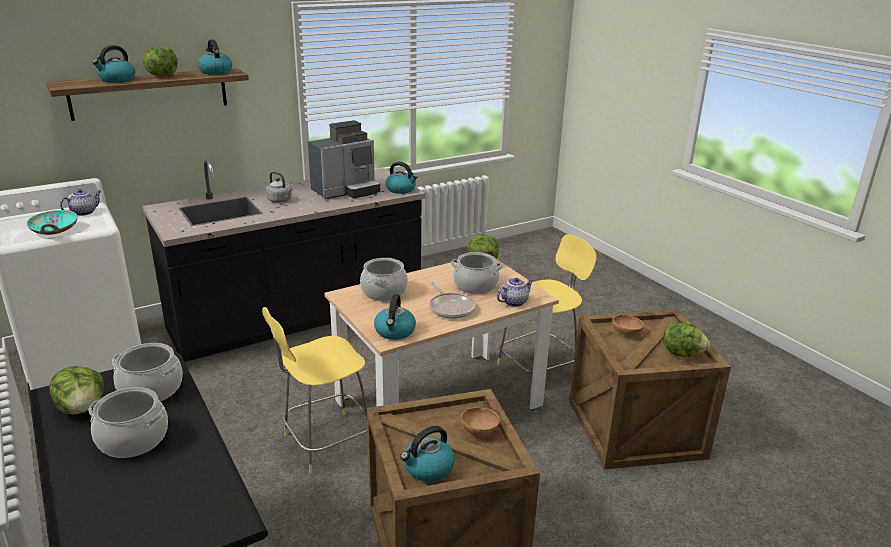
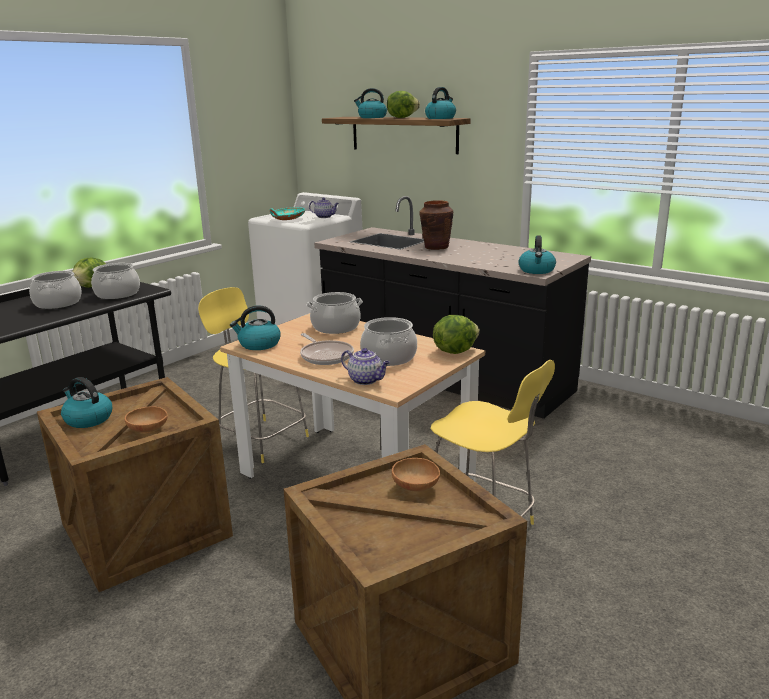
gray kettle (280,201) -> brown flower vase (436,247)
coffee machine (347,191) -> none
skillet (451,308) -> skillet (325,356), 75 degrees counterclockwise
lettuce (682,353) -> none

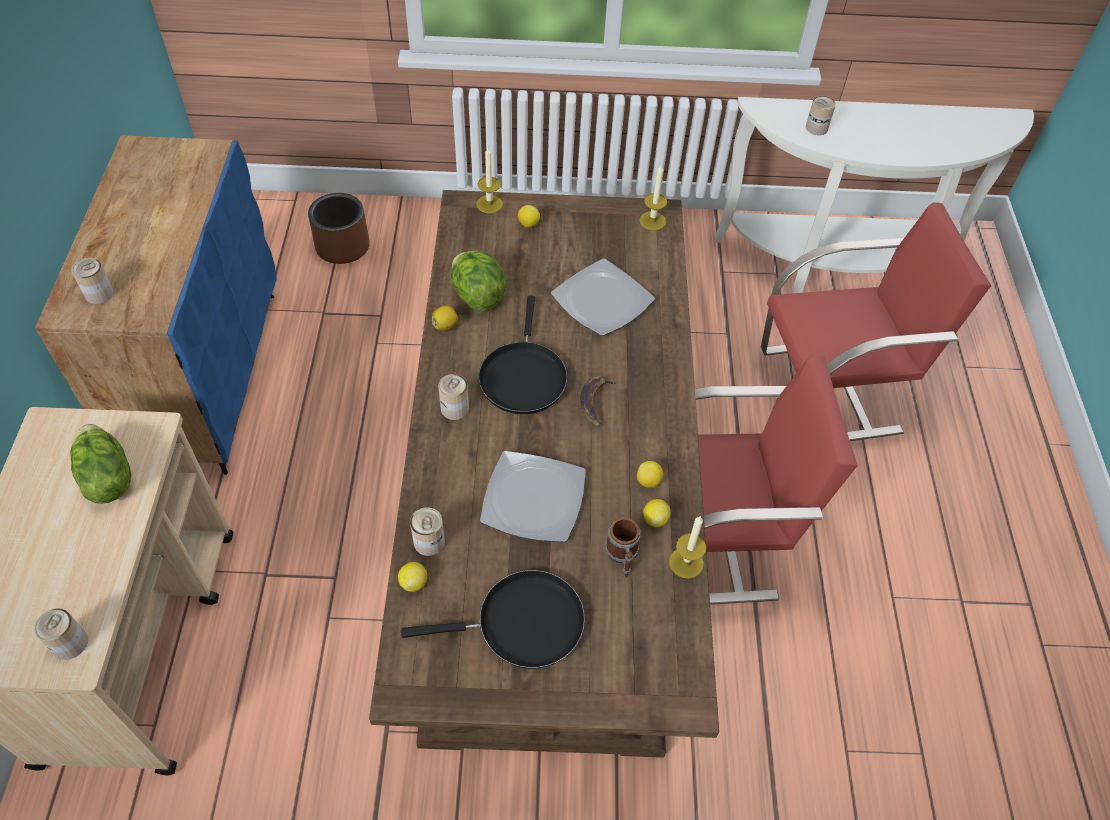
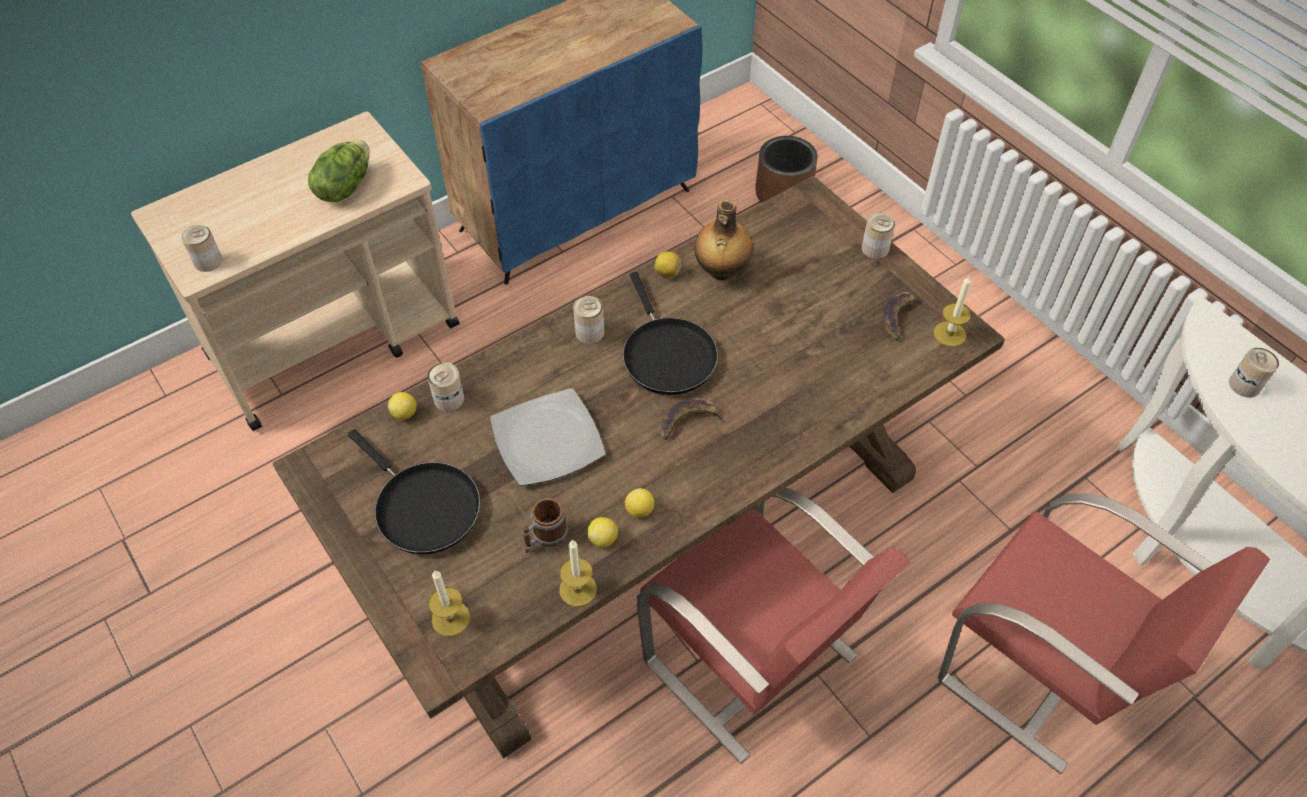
sealed can (99,293) -> sealed can (875,248), move
lettuce (477,295) -> beverage bottle (721,271)
candle (489,204) -> candle (451,618), move
black-coloured skillet (523,376) -> black-coloured skillet (666,354), 75 degrees counterclockwise
lemon (528,224) -> none
flat dish (601,300) -> none
none -> whole banana (899,317)

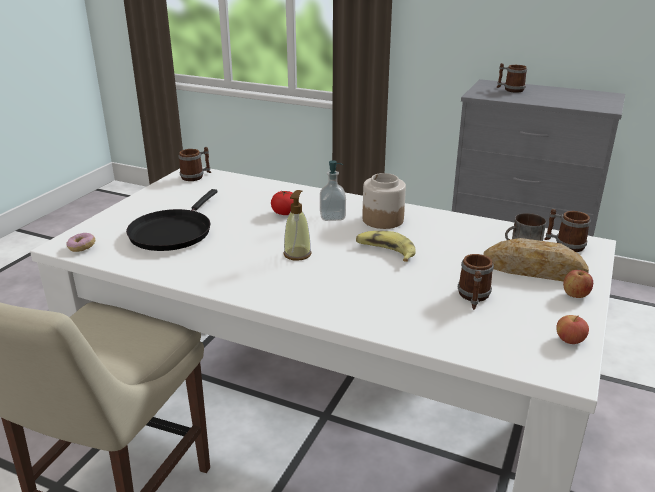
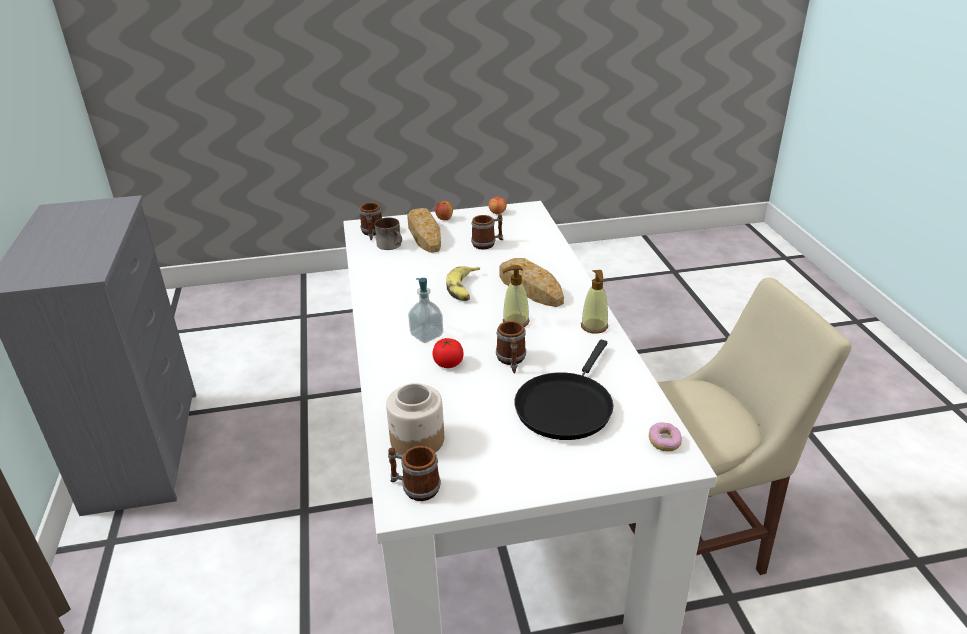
black-coloured skillet (173,232) -> black-coloured skillet (565,406), 135 degrees clockwise
preserve jar (382,220) -> preserve jar (417,440), move
tea mug (510,89) -> tea mug (511,361), move
none -> bakery bread (529,288)
none -> soap dispenser (594,326)

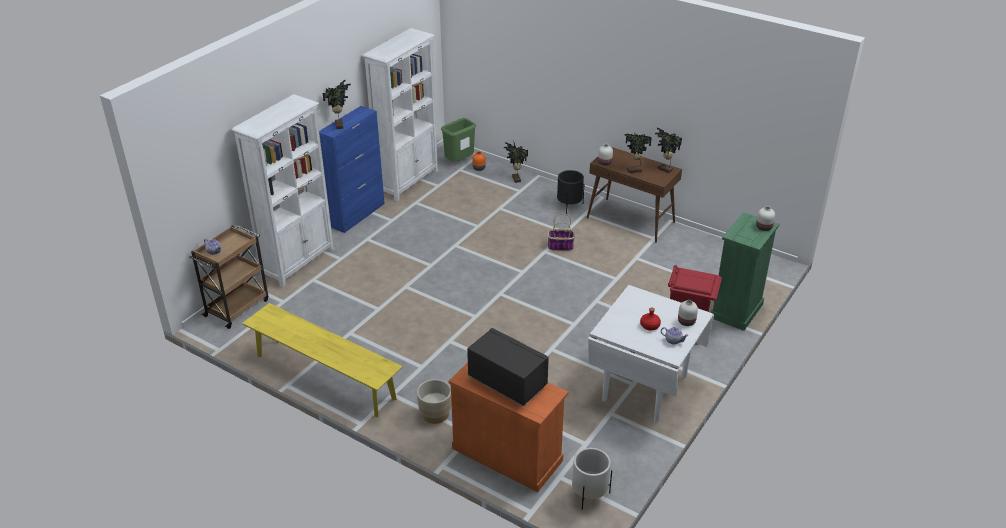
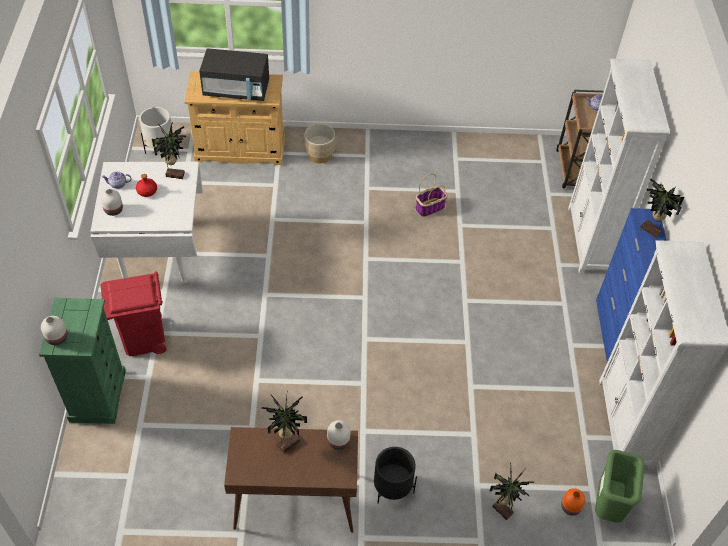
yellowish long seat (325,377) -> none
orange-coloured cupboard (507,454) -> sand-coloured cupboard (240,149)
storage basket (560,246) -> storage basket (430,207), move
plant in a pot (664,170) -> plant in a pot (175,174), move

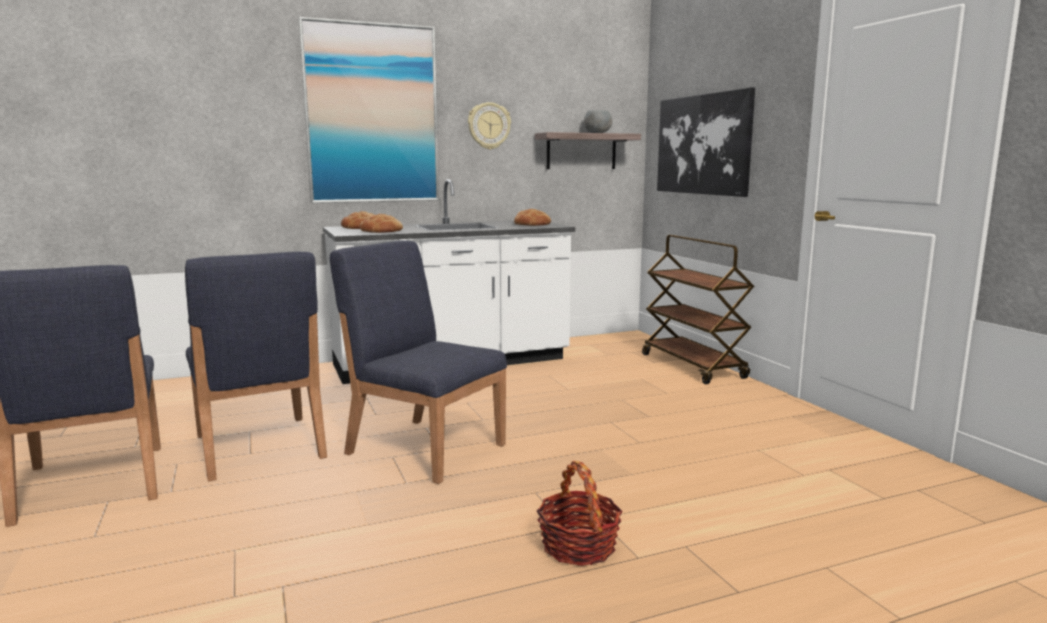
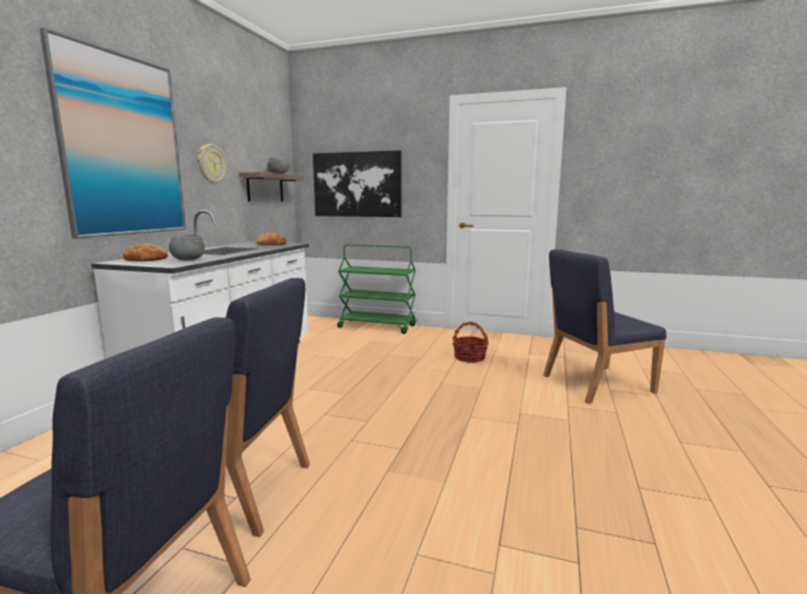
bluish chair (425,448) -> bluish chair (595,384), move
bakery bread (381,231) -> gray deep dish (188,260)
storage basket (579,546) -> storage basket (469,357), move
brown trolley (693,366) -> greenish trolley (377,326)

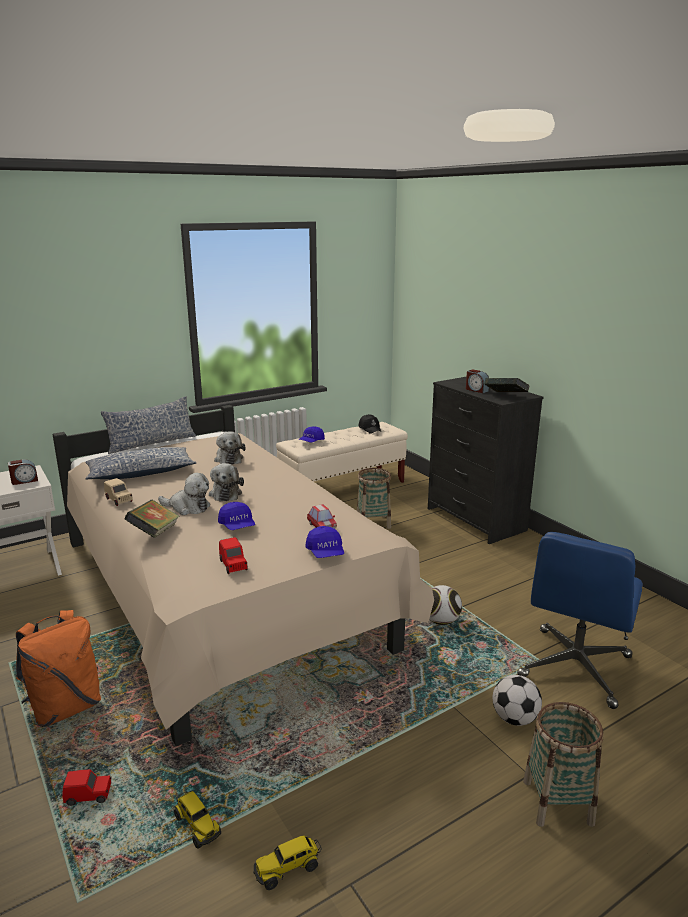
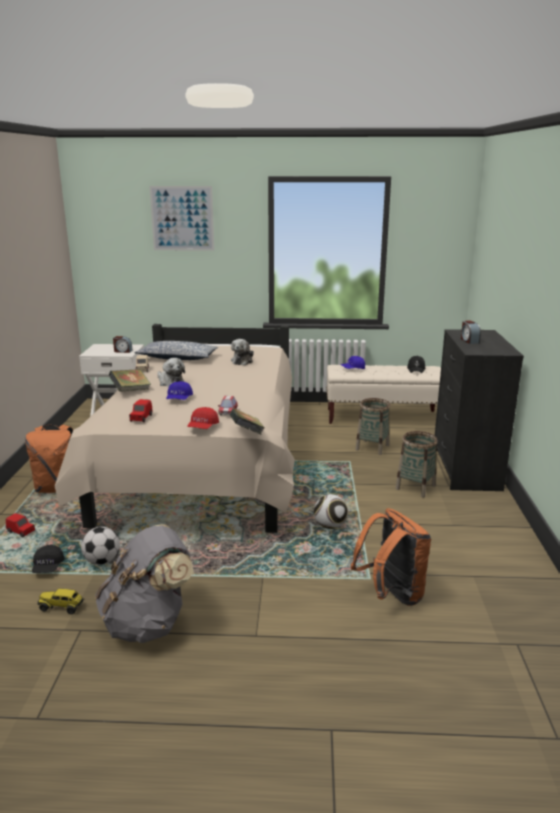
cushion (151,443) -> none
toy lorry (197,825) -> black-coloured peaked cap (48,567)
soft toy (226,493) -> none
bluish peaked cap (325,553) -> red peaked cap (203,427)
bound book (505,396) -> bound book (247,434), move
ball for football (514,718) -> ball for football (102,561), move
bluish computer chair (575,668) -> orange-coloured rucksack (391,594)
storage basket (558,802) -> storage basket (415,487), move
none -> gray rucksack (148,623)
none -> wall art (182,218)

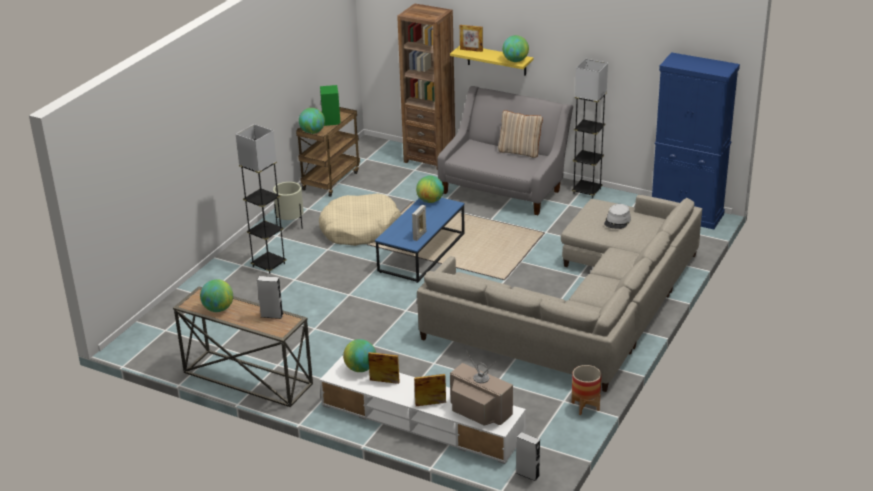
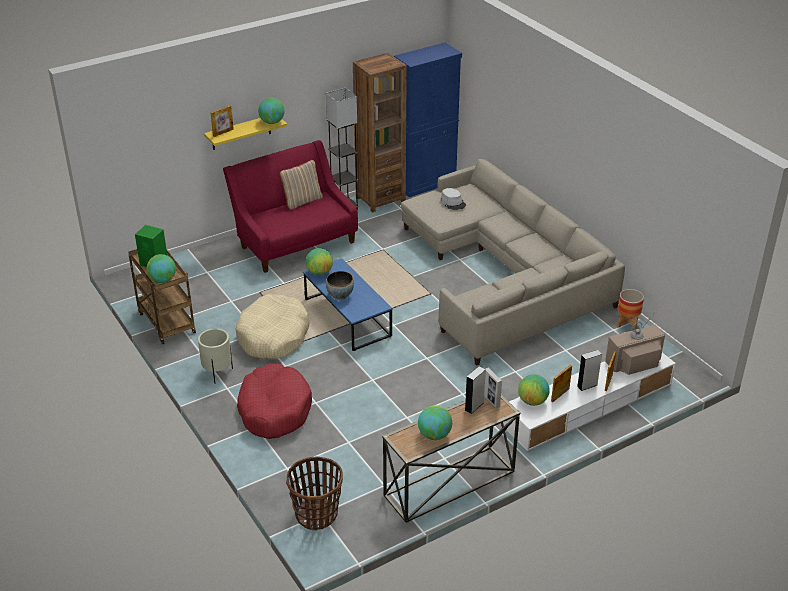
gray standard lamp (269,265) -> red dog cushion (274,409)
brown bookcase (429,159) -> brown bookcase (380,199), move
picture frame (419,235) -> picture frame (491,401), move
gray couch (504,188) -> red couch (294,241)
gray speaker (527,474) -> gray speaker (587,385), move
none -> storage basket (316,514)
none -> deep dish (340,296)

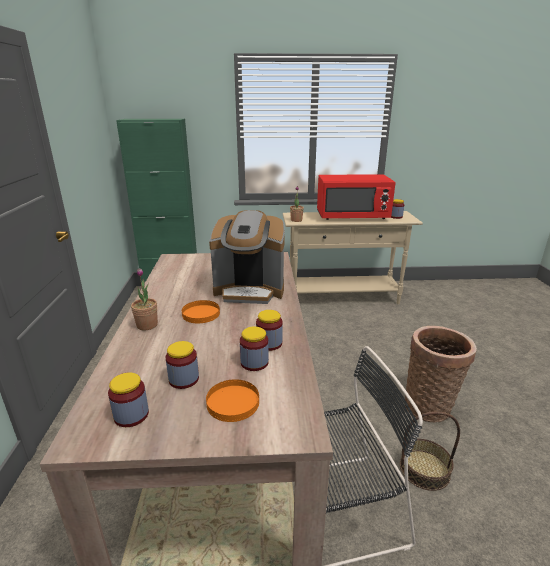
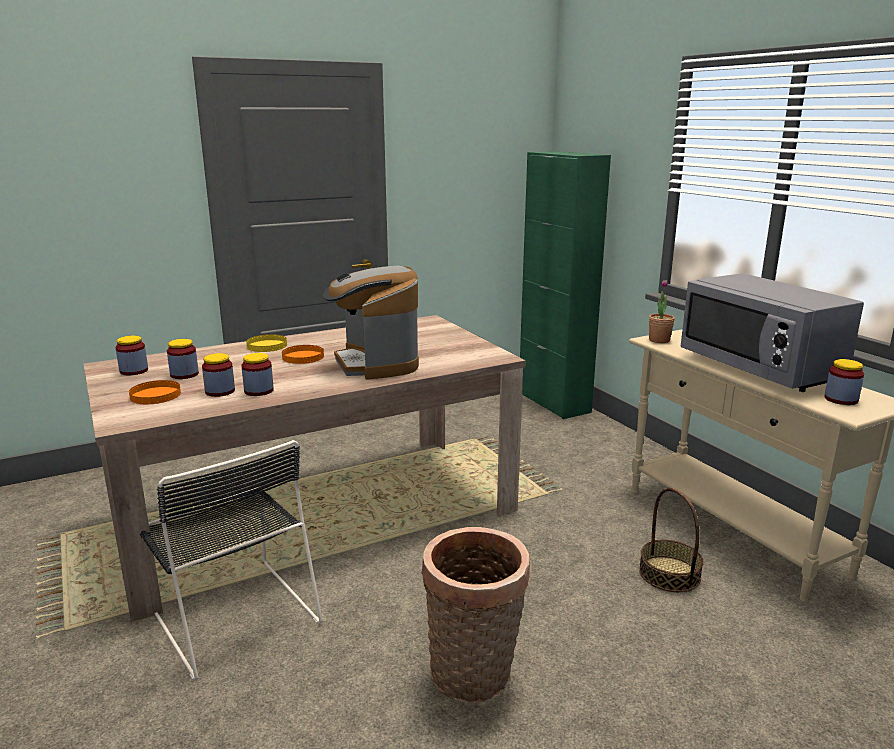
plant in a pot (147,325) -> yellowish flat dish (267,345)
red kitchen microwave (352,217) -> gray kitchen microwave (760,369)
storage basket (424,469) -> storage basket (669,574), move

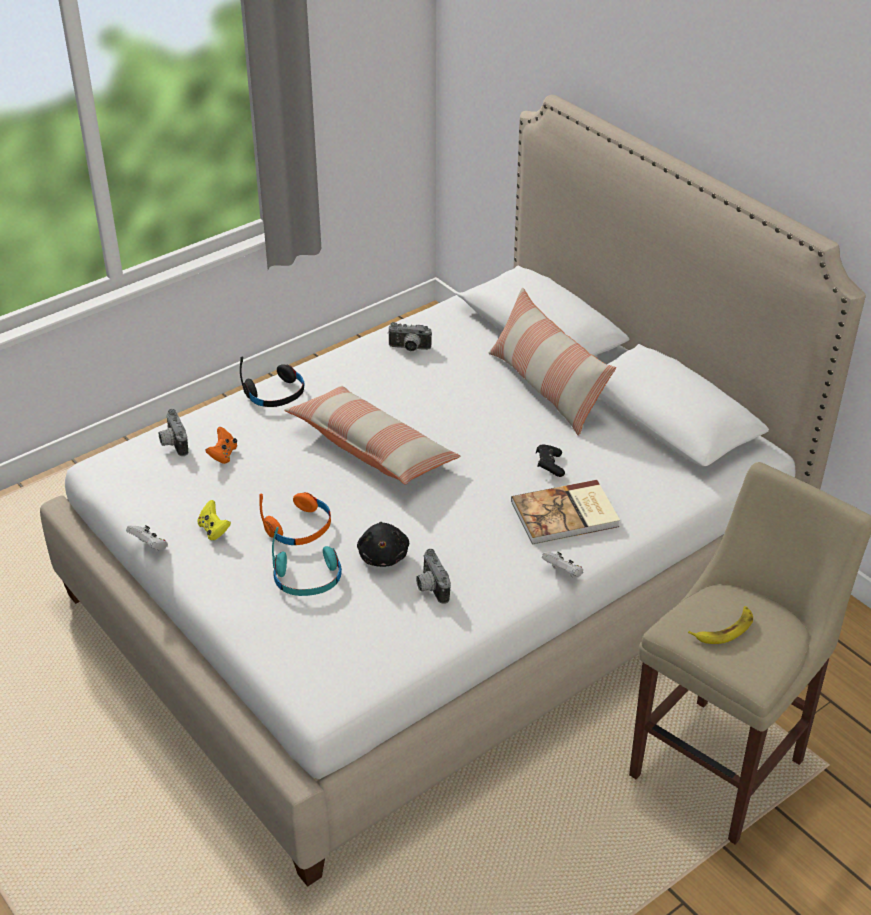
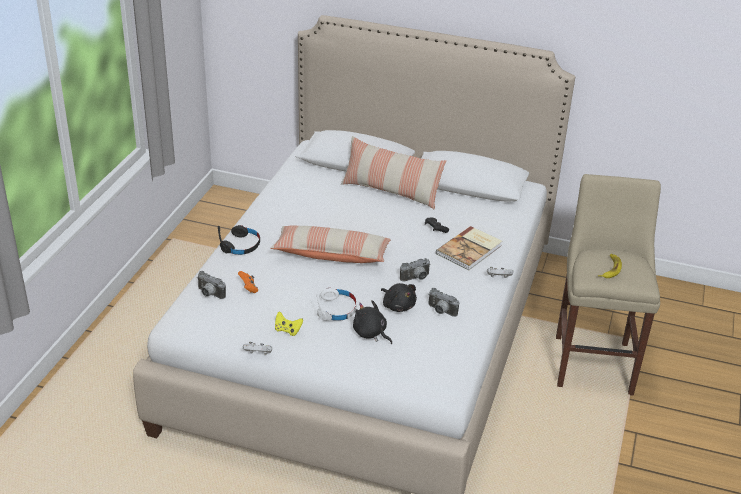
orange-coloured headset (300,528) -> white-coloured headset (337,310)
blue-green headset (308,579) -> black-coloured soft toy (371,333)
photo camera (409,349) -> photo camera (416,279), move

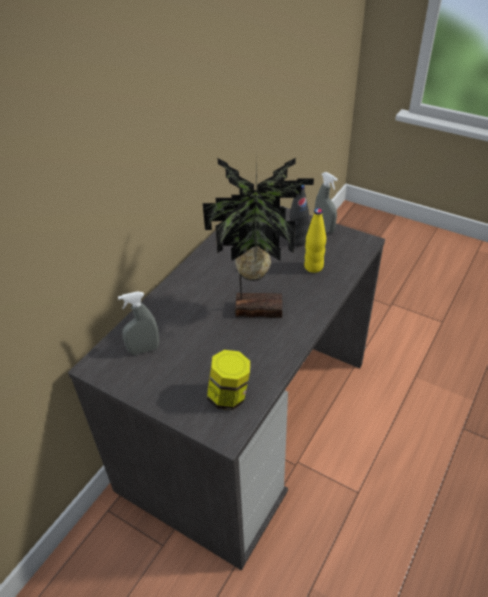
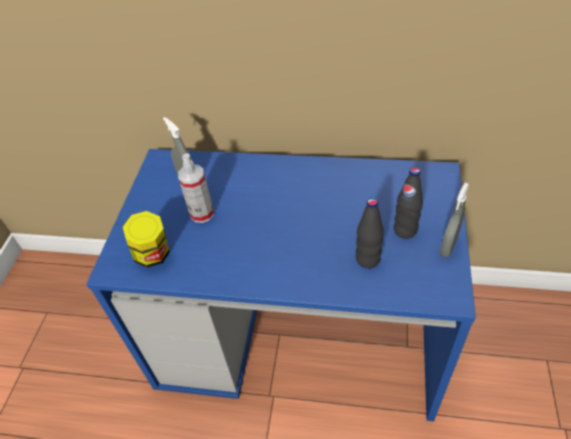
gray desk (247,421) -> bluish desk (298,334)
plant in a pot (257,306) -> none
yellowish beverage bottle (313,267) -> black-coloured beverage bottle (367,259)
none -> hand sprayer (202,213)

